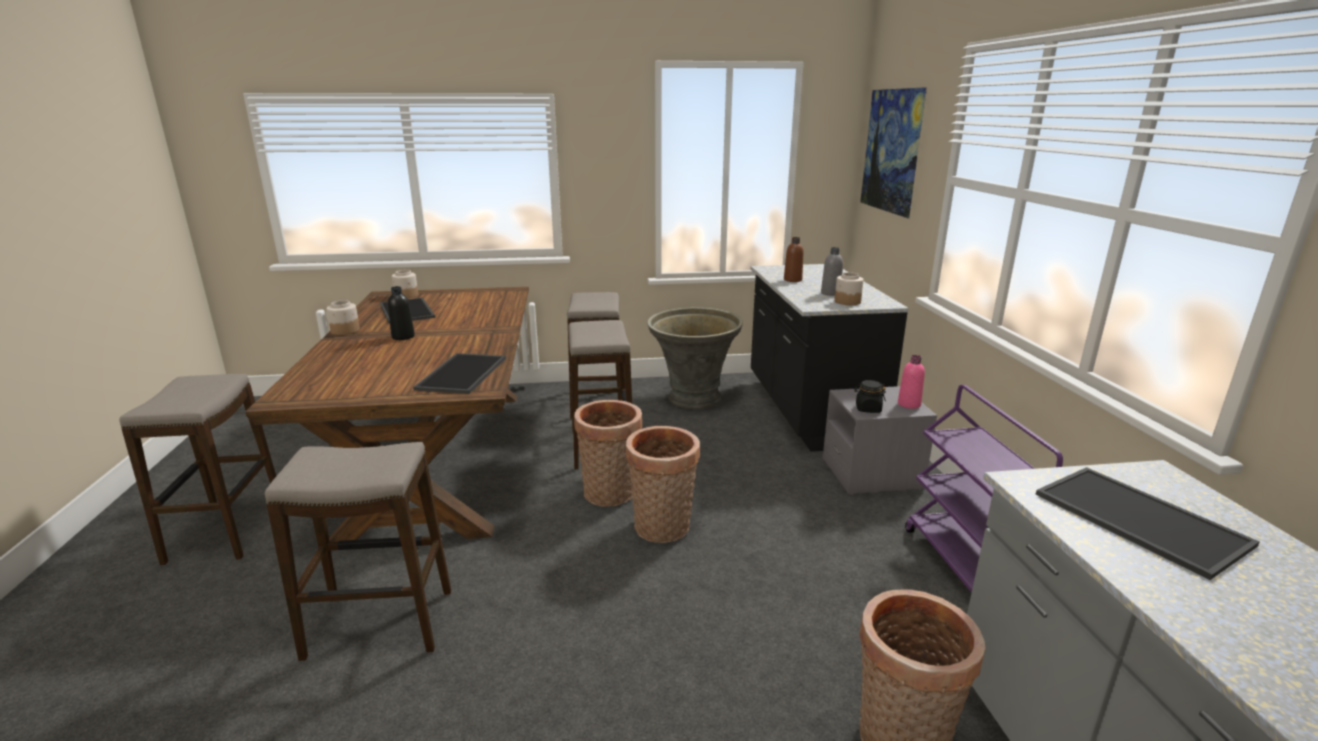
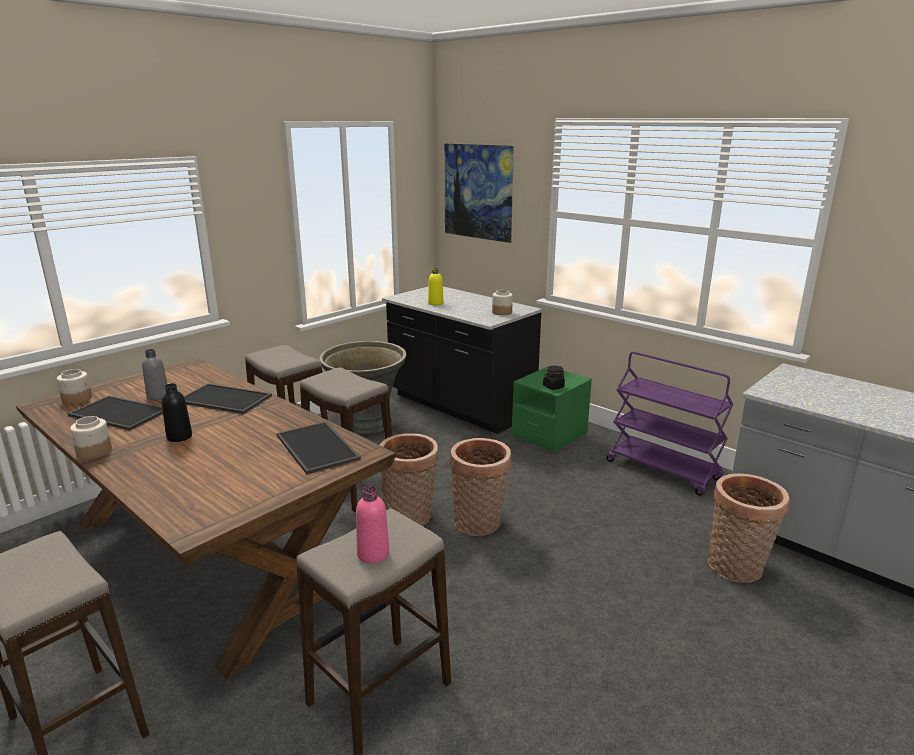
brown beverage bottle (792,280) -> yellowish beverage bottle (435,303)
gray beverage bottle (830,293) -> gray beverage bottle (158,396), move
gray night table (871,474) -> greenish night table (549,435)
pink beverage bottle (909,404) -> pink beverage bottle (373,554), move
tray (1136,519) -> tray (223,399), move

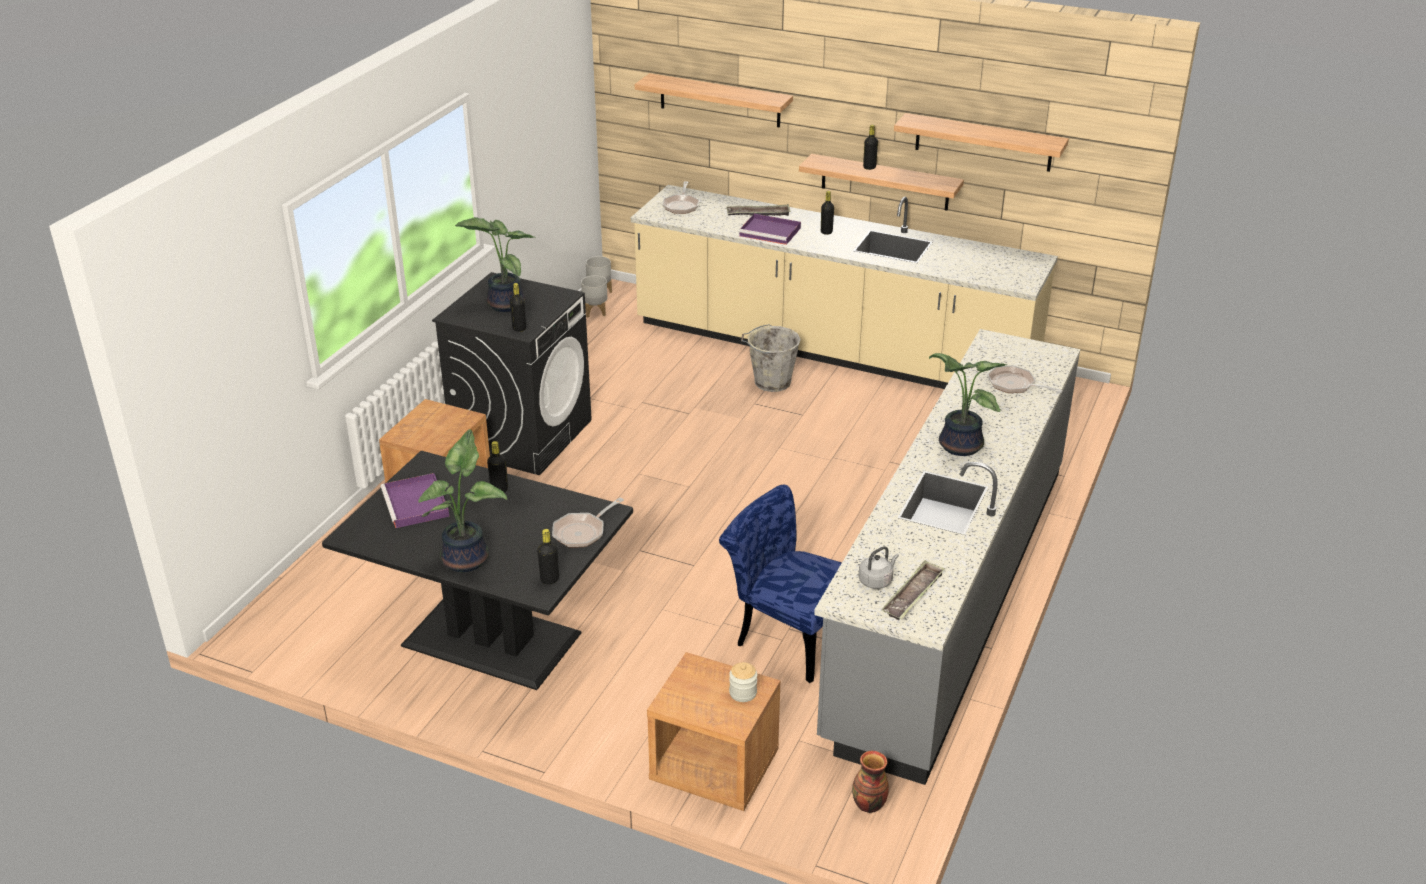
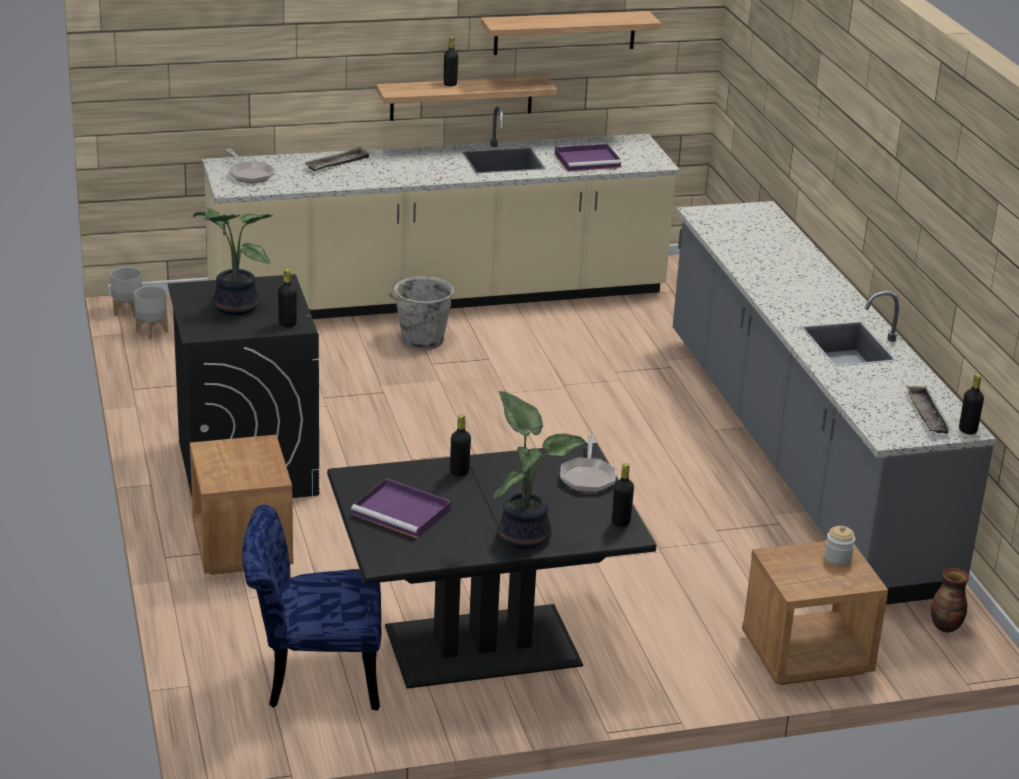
wall shelf (720,100) -> none
bluish chair (787,635) -> bluish chair (311,676), move
purple tray (771,232) -> purple tray (588,160), move
black-coloured beverage bottle (826,232) -> black-coloured beverage bottle (967,430), move
gray kettle (876,581) -> none
plant in a pot (957,446) -> none
skillet (1015,385) -> none

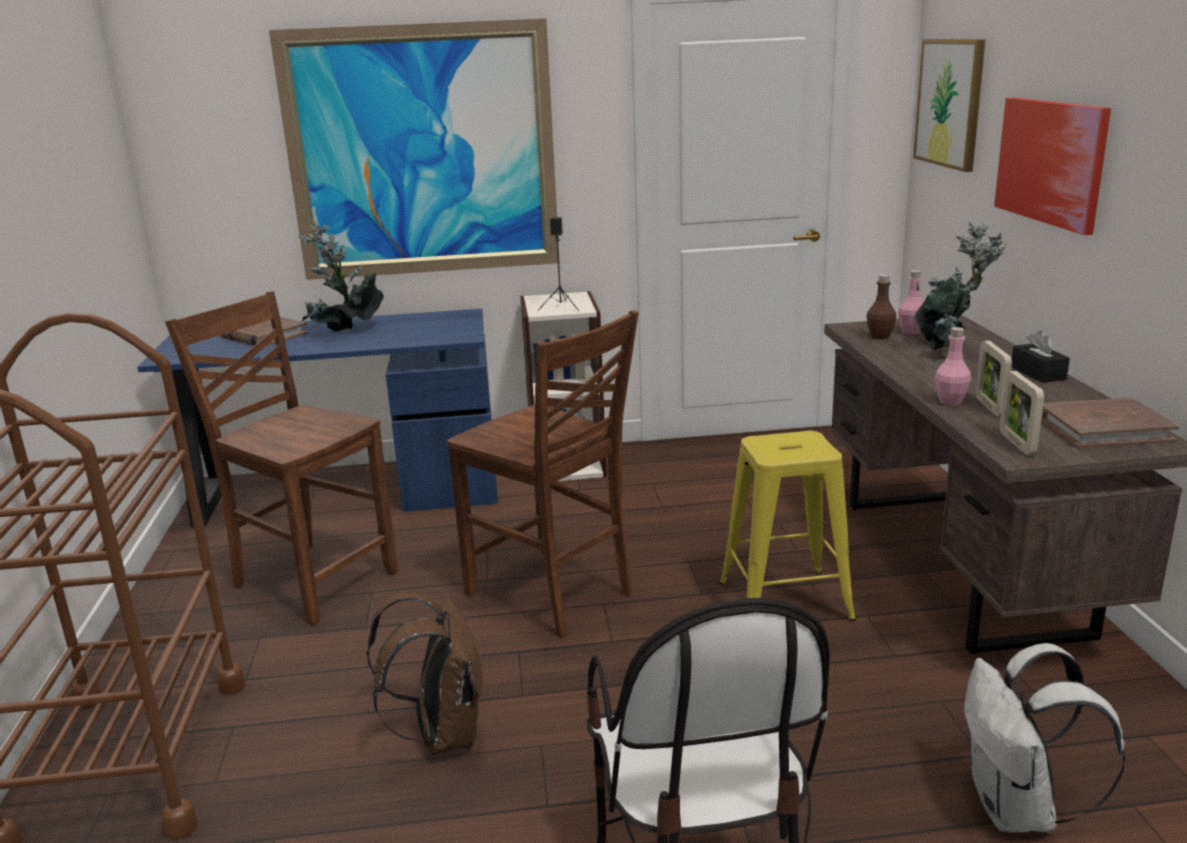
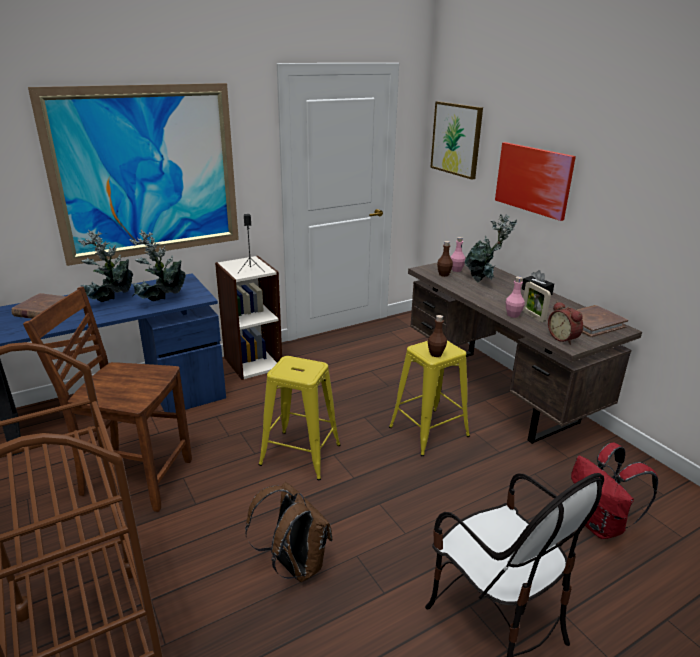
brown chair (552,594) -> yellowish stool (300,455)
white-coloured rucksack (1018,810) -> red rucksack (600,525)
picture frame (1017,443) -> table clock (563,338)
none -> plant in a pot (161,302)
none -> brown beverage bottle (436,354)

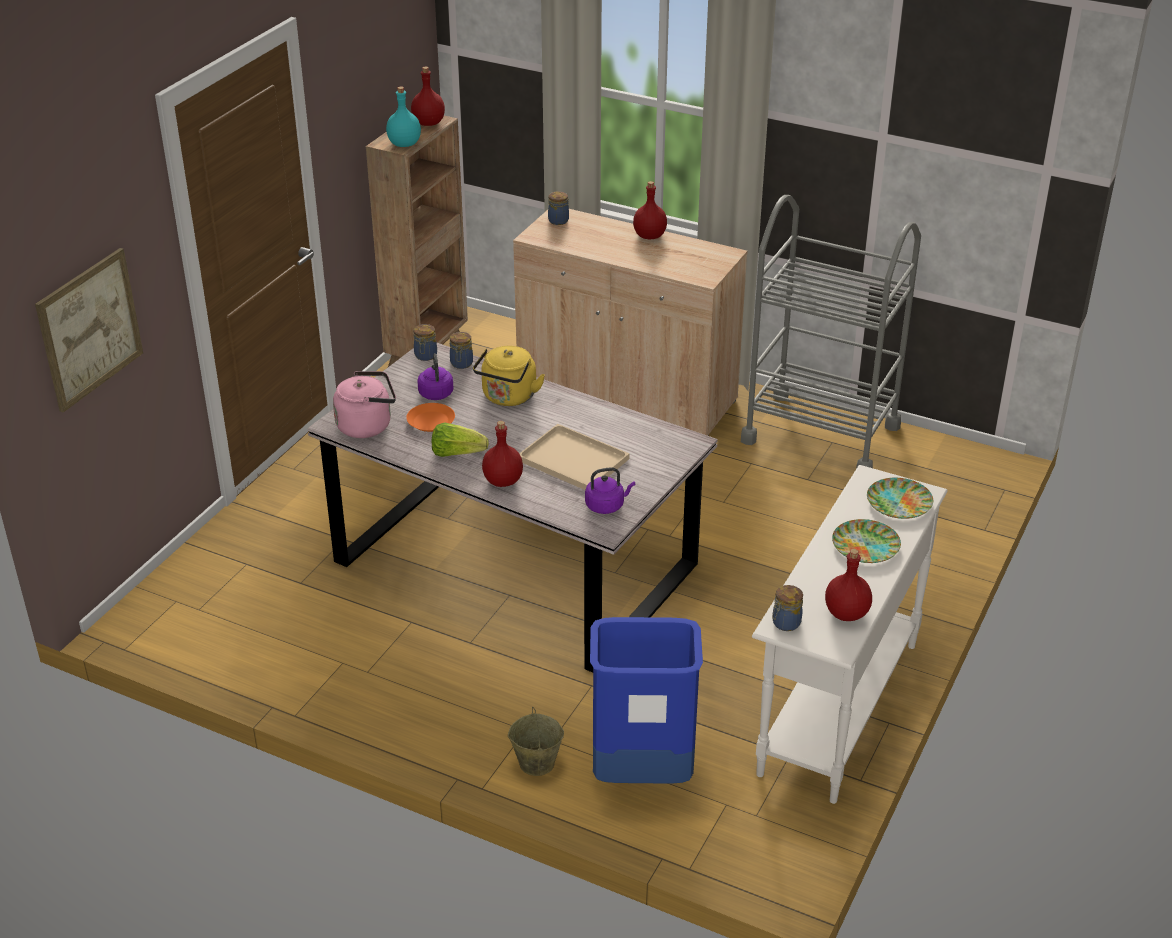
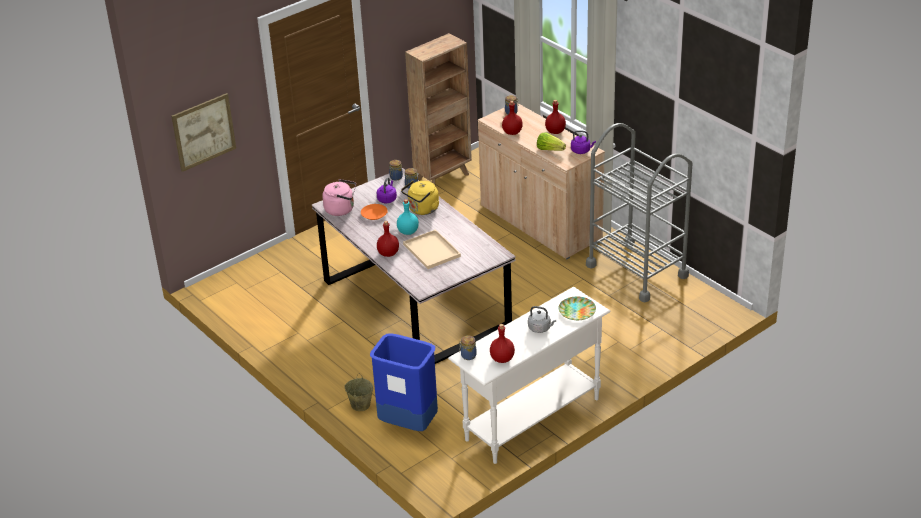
blue-green beverage bottle (404,144) -> blue-green beverage bottle (407,232), move
red beverage bottle (428,123) -> red beverage bottle (512,132), move
lettuce (457,453) -> lettuce (550,149), move
purple kettle (606,506) -> purple kettle (581,151), move
flat dish (866,545) -> gray kettle (540,328)

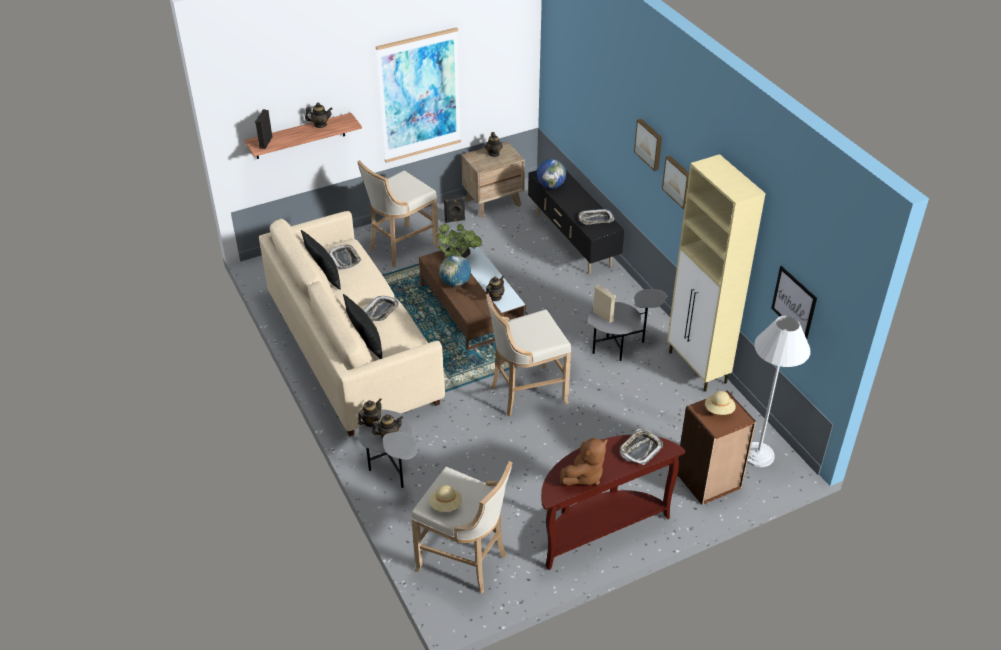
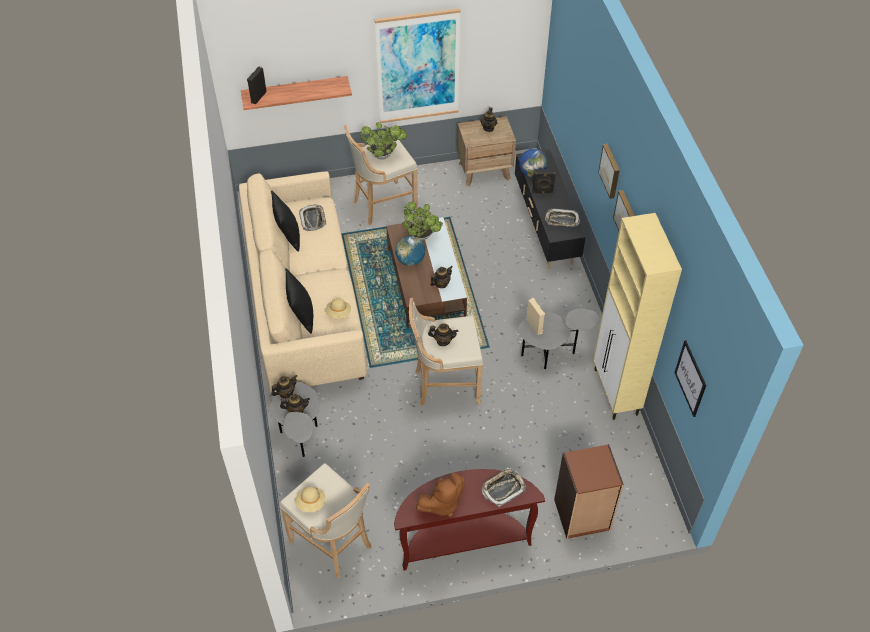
teapot (320,125) -> teapot (443,341), move
tray (381,311) -> none
black-coloured speaker (455,220) -> black-coloured speaker (542,192), move
sand-coloured wearable hat (719,410) -> sand-coloured wearable hat (338,313), move
white-coloured standard lamp (758,455) -> none
none -> plant in a pot (384,155)

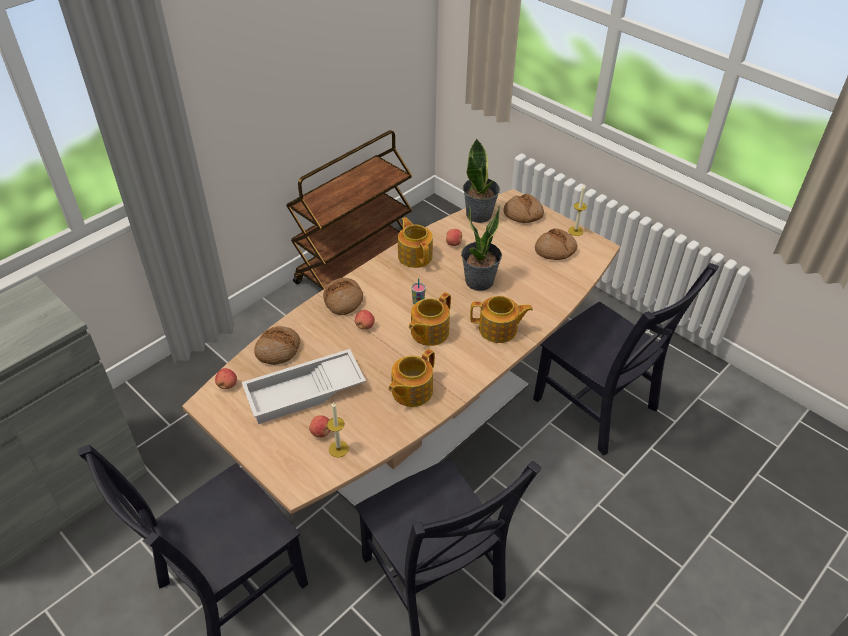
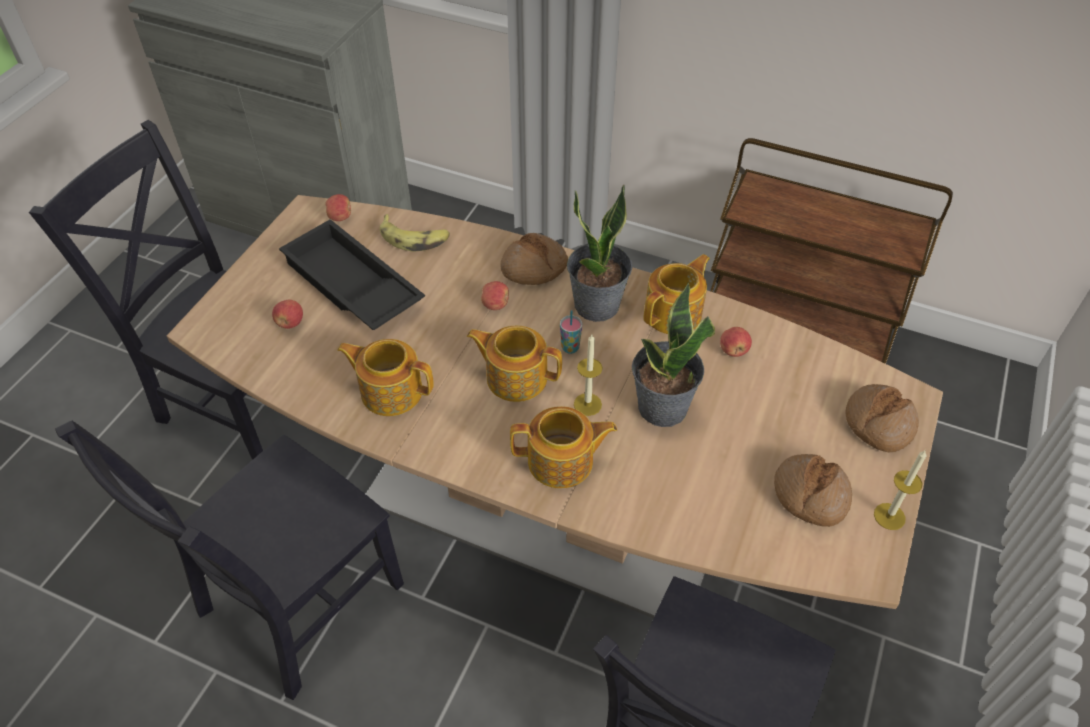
white-coloured tray (304,393) -> black-coloured tray (350,286)
bakery bread (278,350) -> whole banana (415,238)
candle (338,449) -> candle (587,404), move
plant in a pot (479,214) -> plant in a pot (597,306), move
teapot (499,330) -> teapot (562,462), 75 degrees counterclockwise

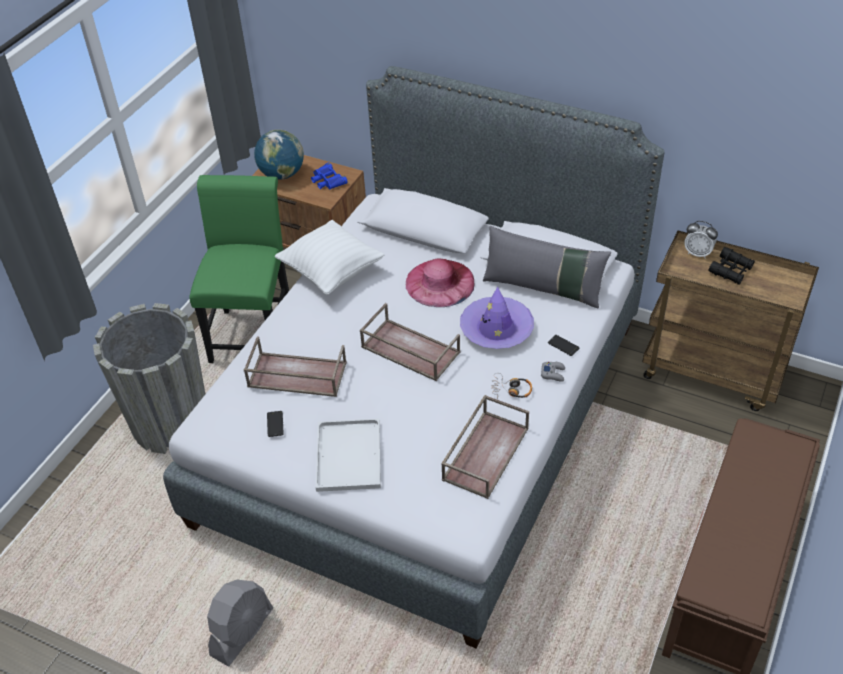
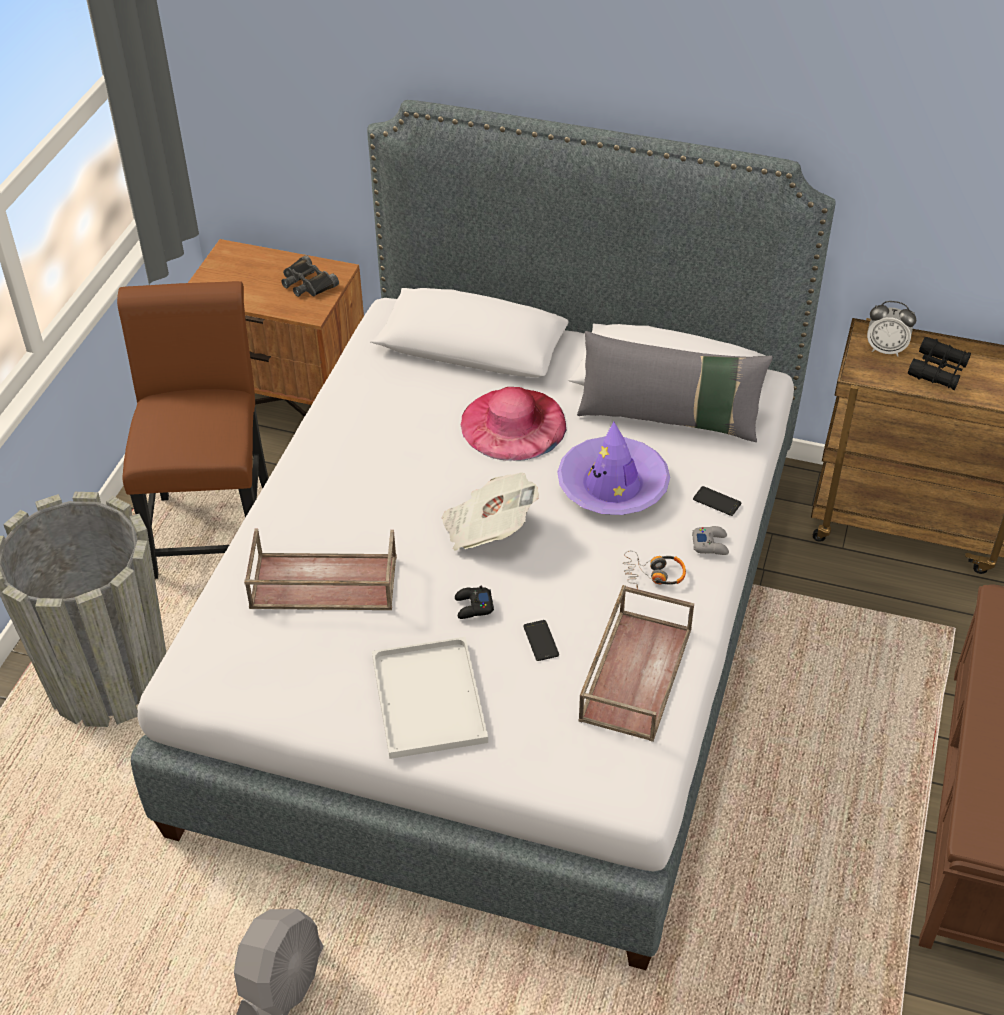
greenish chair (254,331) -> brown chair (214,524)
world globe (282,174) -> none
handset (275,424) -> handset (541,641), move
white-coloured cushion (331,272) -> none
bluish pair of binoculars (327,180) -> black-coloured pair of binoculars (307,283)
brown tray (409,350) -> newspaper (488,529)
none -> black-coloured game controller (473,606)

